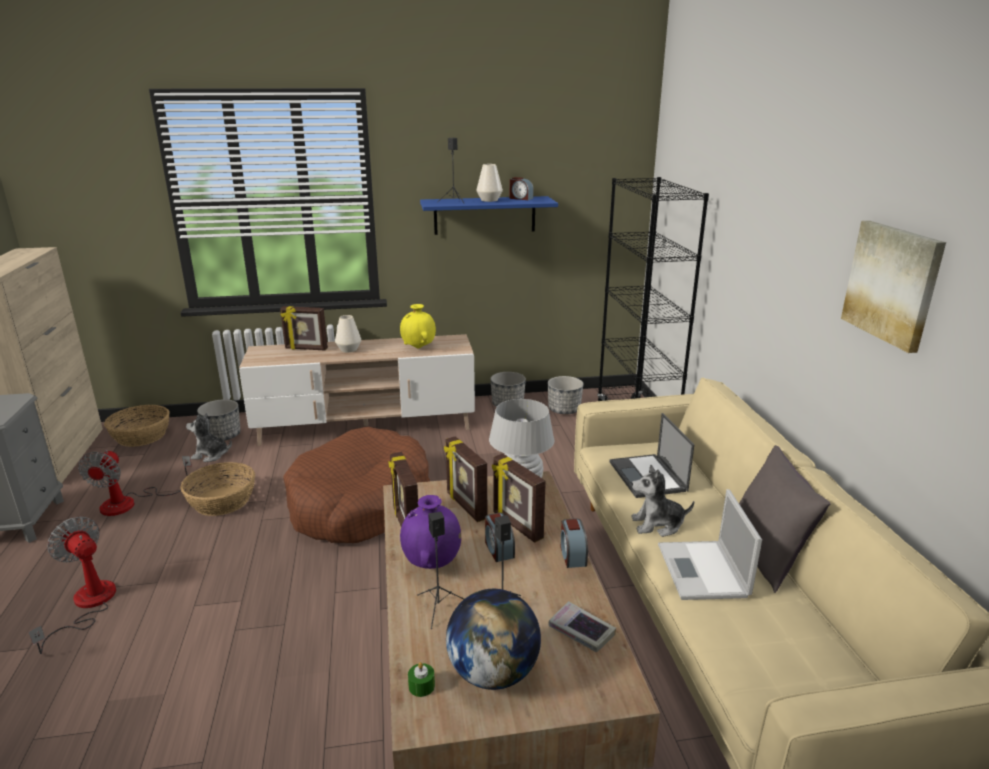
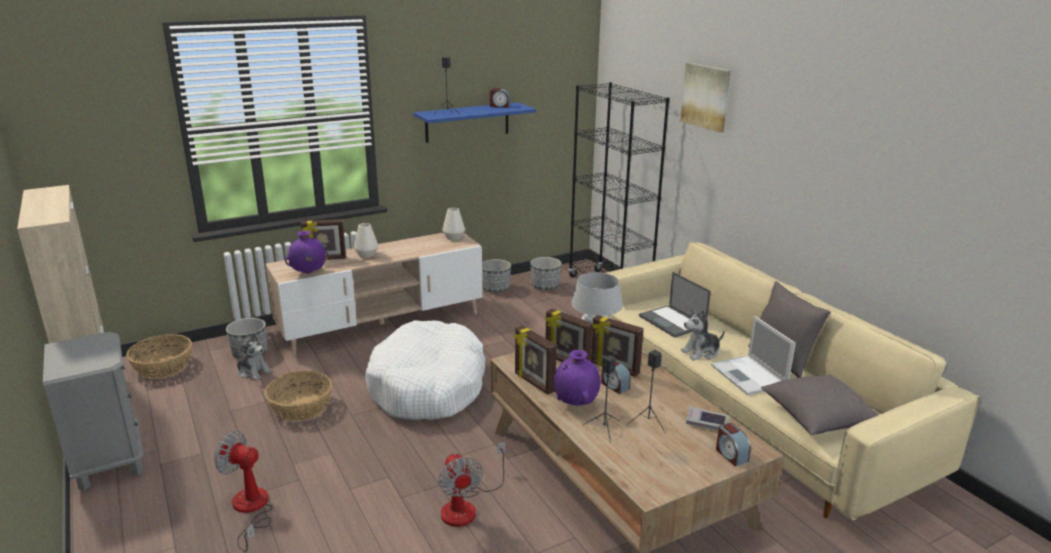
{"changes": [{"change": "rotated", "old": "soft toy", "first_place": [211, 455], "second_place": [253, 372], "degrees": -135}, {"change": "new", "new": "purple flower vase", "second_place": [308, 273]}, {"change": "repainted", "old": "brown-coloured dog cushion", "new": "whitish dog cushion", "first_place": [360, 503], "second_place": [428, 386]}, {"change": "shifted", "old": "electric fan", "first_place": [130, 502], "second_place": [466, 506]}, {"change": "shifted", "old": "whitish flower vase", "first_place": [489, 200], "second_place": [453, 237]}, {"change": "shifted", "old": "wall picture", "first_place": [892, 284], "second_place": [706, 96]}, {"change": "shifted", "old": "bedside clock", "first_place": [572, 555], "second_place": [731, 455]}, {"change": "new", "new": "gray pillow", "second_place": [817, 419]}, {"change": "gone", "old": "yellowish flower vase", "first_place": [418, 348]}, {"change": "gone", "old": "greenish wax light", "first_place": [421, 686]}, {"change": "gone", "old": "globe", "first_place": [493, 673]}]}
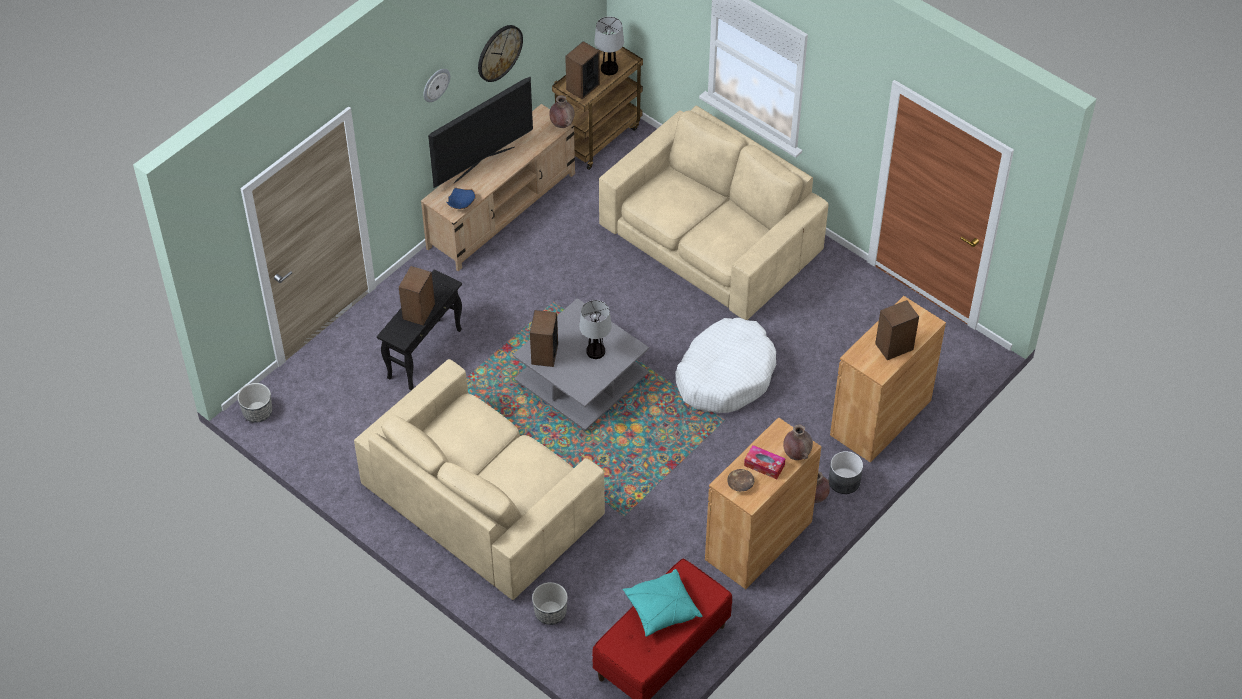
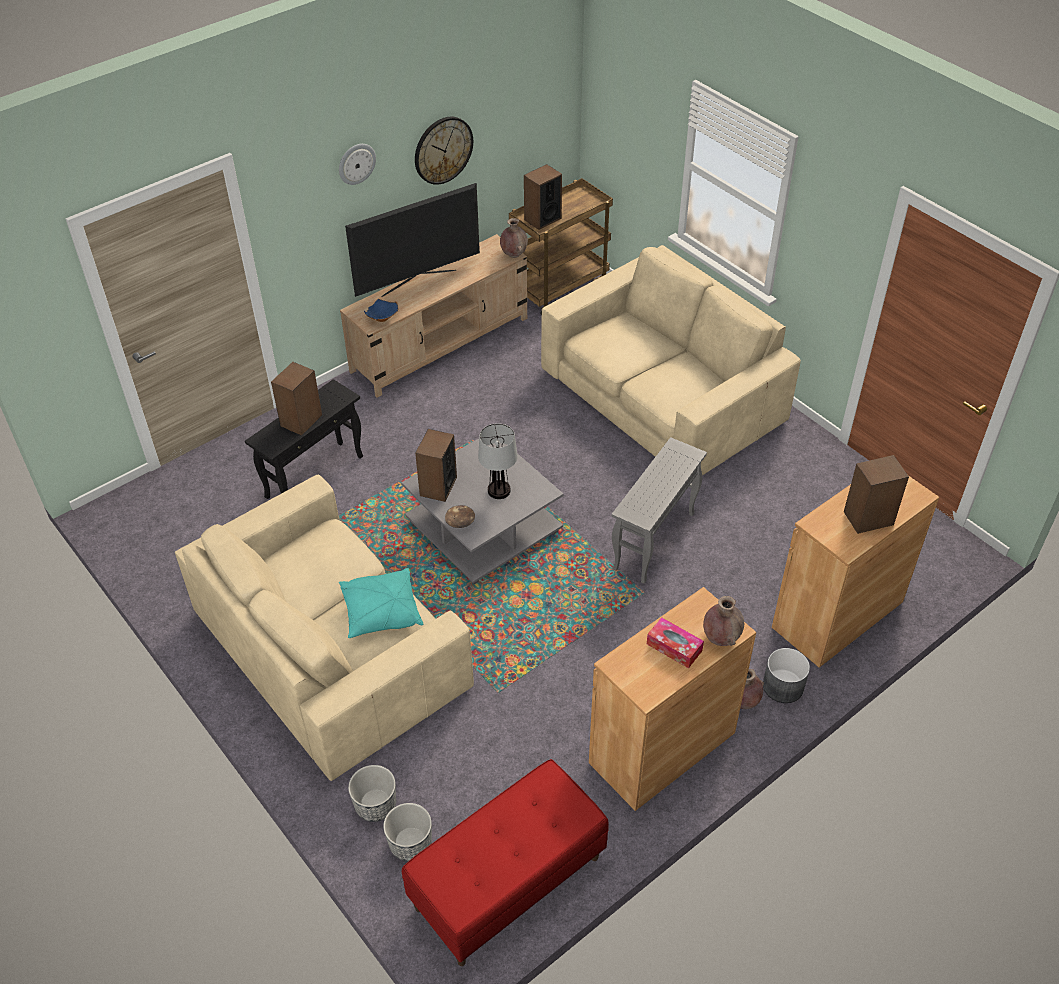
{"changes": [{"change": "shifted", "old": "blue-green pillow", "first_place": [661, 609], "second_place": [381, 612]}, {"change": "shifted", "old": "plant pot", "first_place": [257, 412], "second_place": [410, 843]}, {"change": "shifted", "old": "brown-coloured deep dish", "first_place": [740, 483], "second_place": [460, 521]}, {"change": "swapped", "old": "whitish dog cushion", "new": "gray end table", "first_place": [725, 375], "second_place": [654, 541]}, {"change": "gone", "old": "table lamp", "first_place": [609, 69]}]}
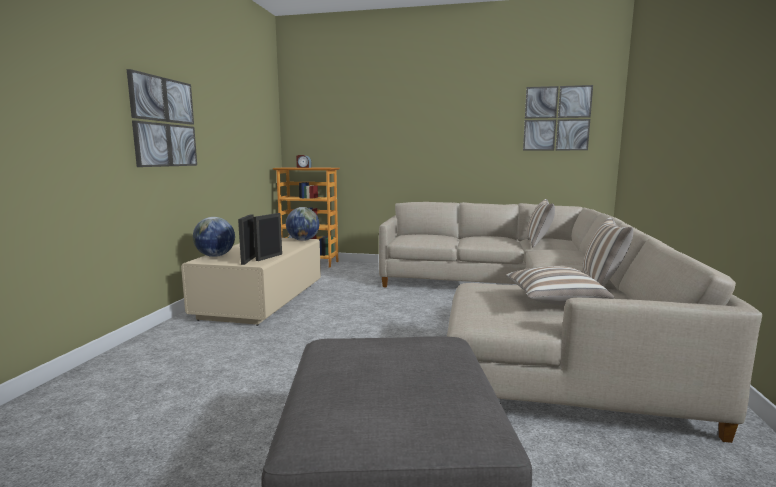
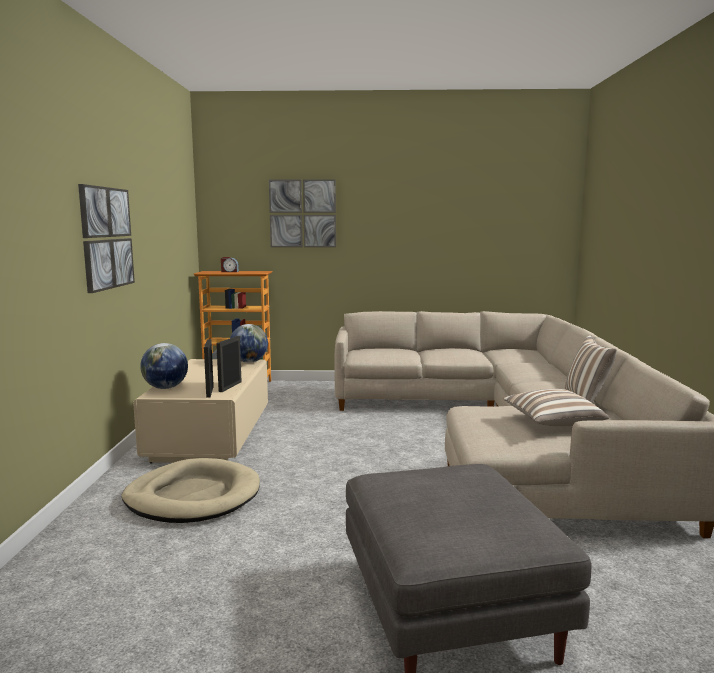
{"changes": [{"change": "new", "new": "sand-coloured dog cushion", "second_place": [193, 496]}, {"change": "shifted", "old": "wall picture", "first_place": [556, 118], "second_place": [303, 213]}, {"change": "gone", "old": "pillow", "first_place": [539, 243]}]}
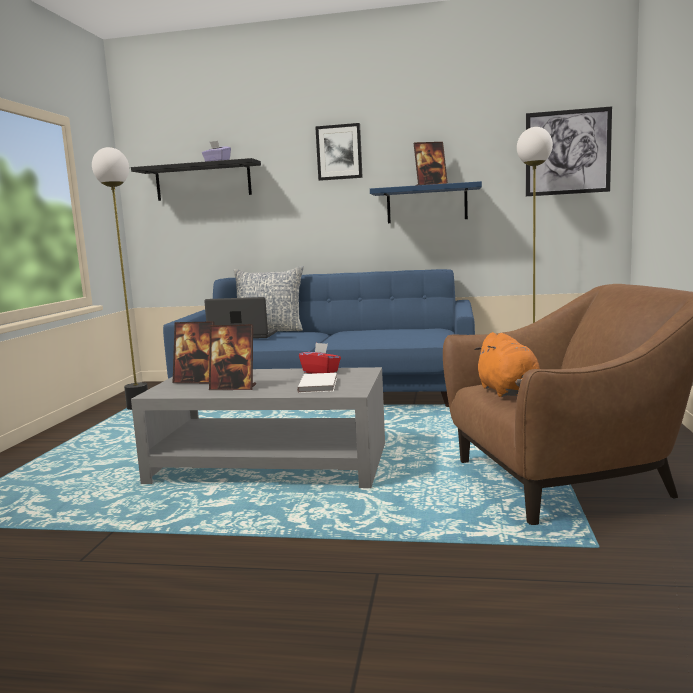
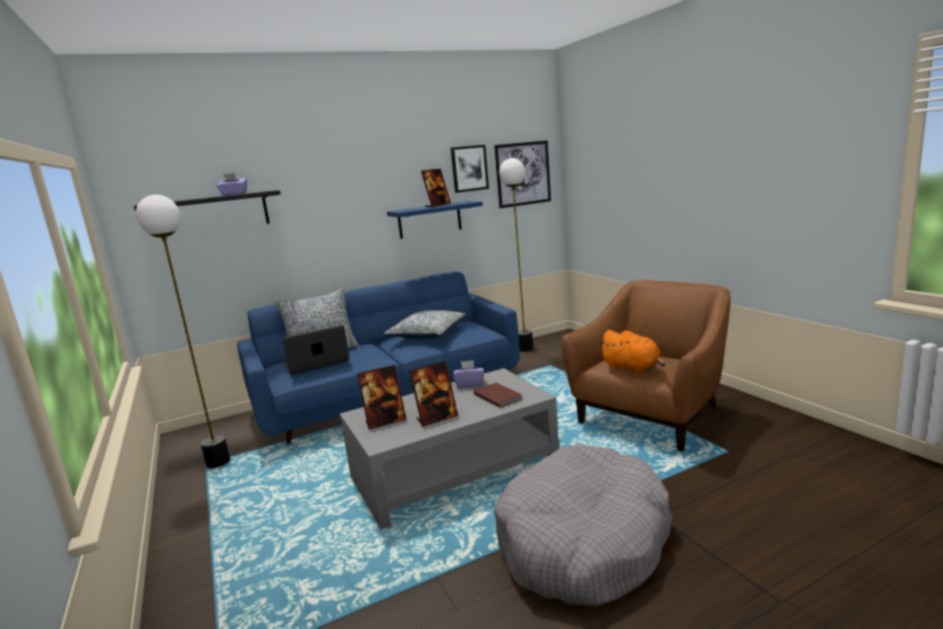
{"changes": [{"change": "new", "new": "pillow", "second_place": [427, 334]}, {"change": "shifted", "old": "wall picture", "first_place": [339, 152], "second_place": [469, 168]}, {"change": "repainted", "old": "reddish tissue box", "new": "purple tissue box", "first_place": [321, 372], "second_place": [469, 384]}, {"change": "repainted", "old": "whitish book", "new": "brown-coloured book", "first_place": [319, 385], "second_place": [498, 396]}, {"change": "new", "new": "gray dog cushion", "second_place": [583, 541]}]}
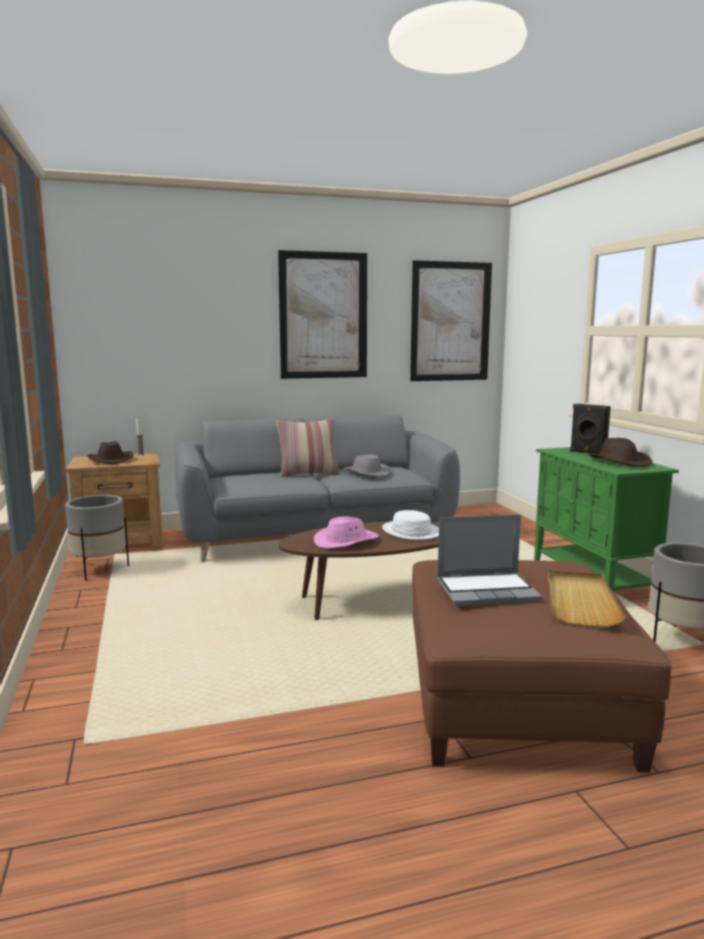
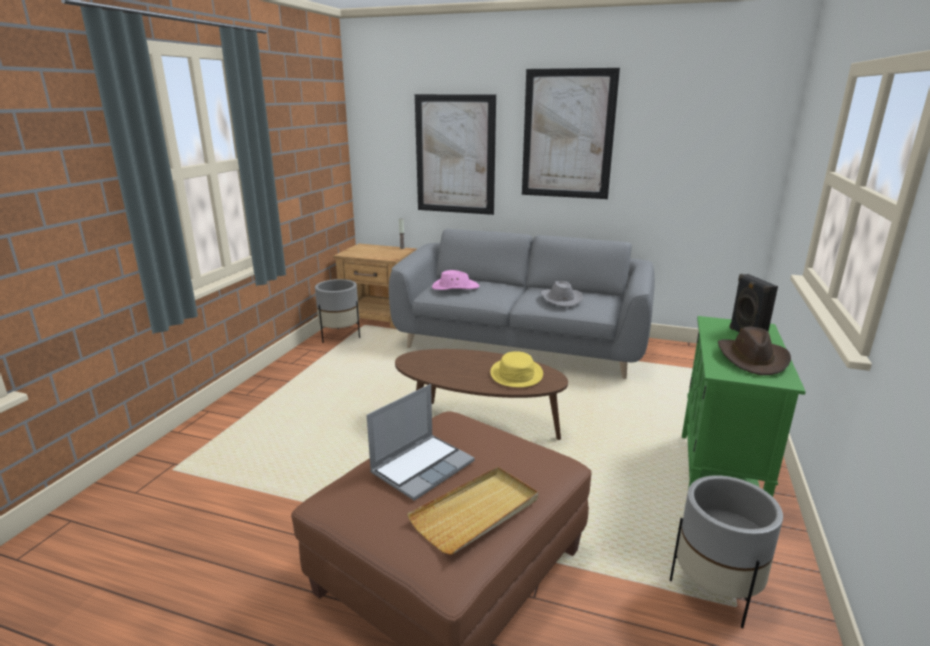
{"changes": [{"change": "rotated", "old": "portable computer", "first_place": [488, 591], "second_place": [422, 466], "degrees": -75}, {"change": "shifted", "old": "wall picture", "first_place": [450, 322], "second_place": [455, 155]}, {"change": "shifted", "old": "pink hat", "first_place": [346, 541], "second_place": [455, 287]}, {"change": "repainted", "old": "whitish hat", "new": "yellowish hat", "first_place": [411, 531], "second_place": [516, 374]}, {"change": "gone", "old": "brown-coloured hat", "first_place": [109, 460]}, {"change": "gone", "old": "pillow", "first_place": [308, 474]}]}
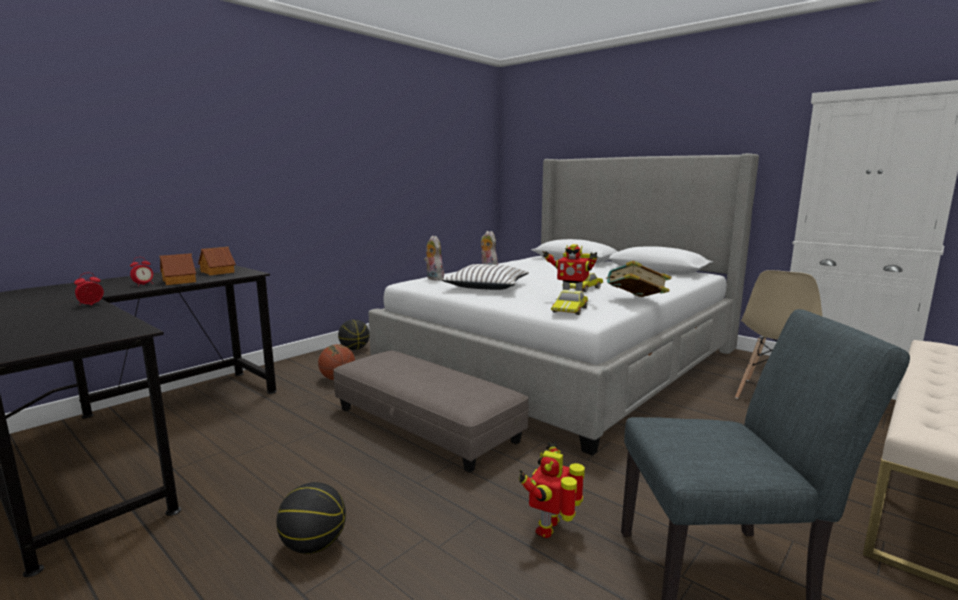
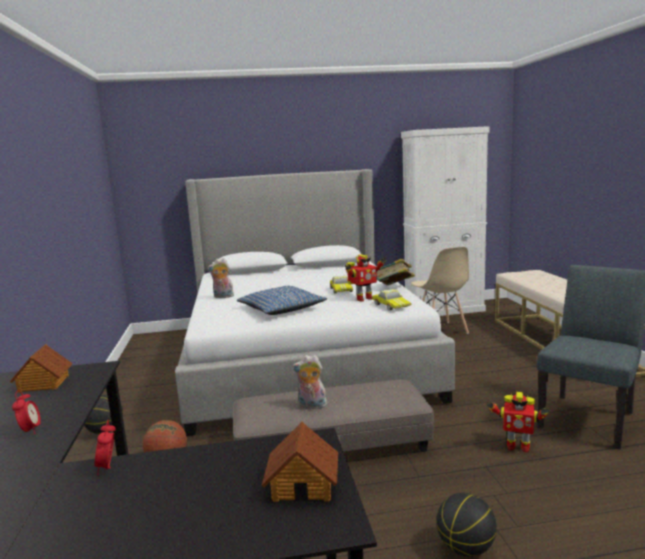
{"changes": [{"change": "repainted", "old": "whitish pillow", "new": "blue-coloured pillow", "first_place": [486, 286], "second_place": [281, 309]}, {"change": "shifted", "old": "miniature house", "first_place": [180, 281], "second_place": [303, 484]}, {"change": "shifted", "old": "soft toy", "first_place": [433, 278], "second_place": [311, 406]}, {"change": "rotated", "old": "toy robot", "first_place": [550, 528], "second_place": [517, 446], "degrees": -45}]}
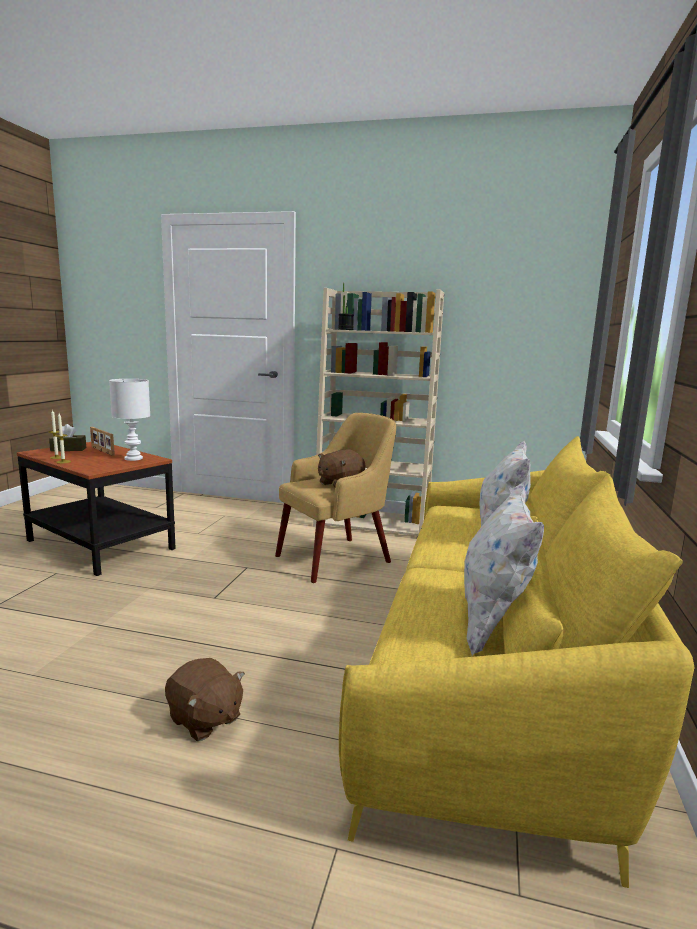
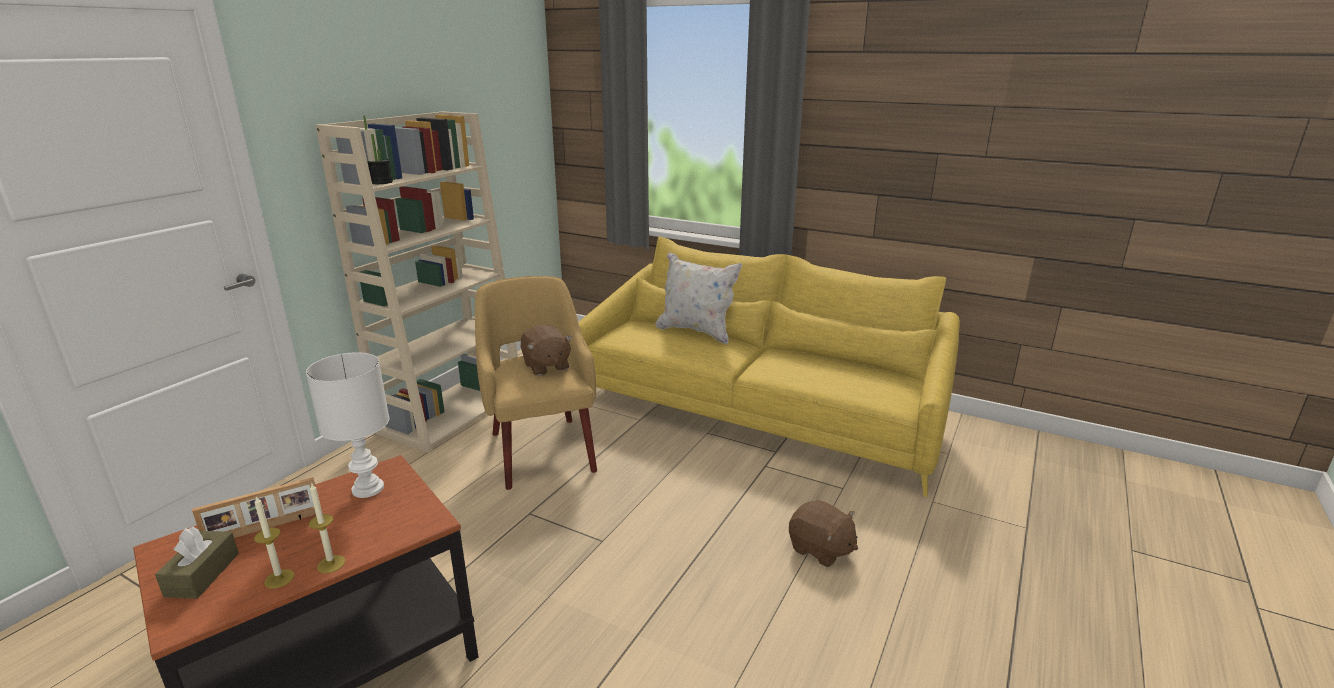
{"changes": [{"change": "rotated", "old": "brown-coloured soft toy", "first_place": [204, 719], "second_place": [820, 549], "degrees": 75}, {"change": "gone", "old": "whitish pillow", "first_place": [493, 620]}]}
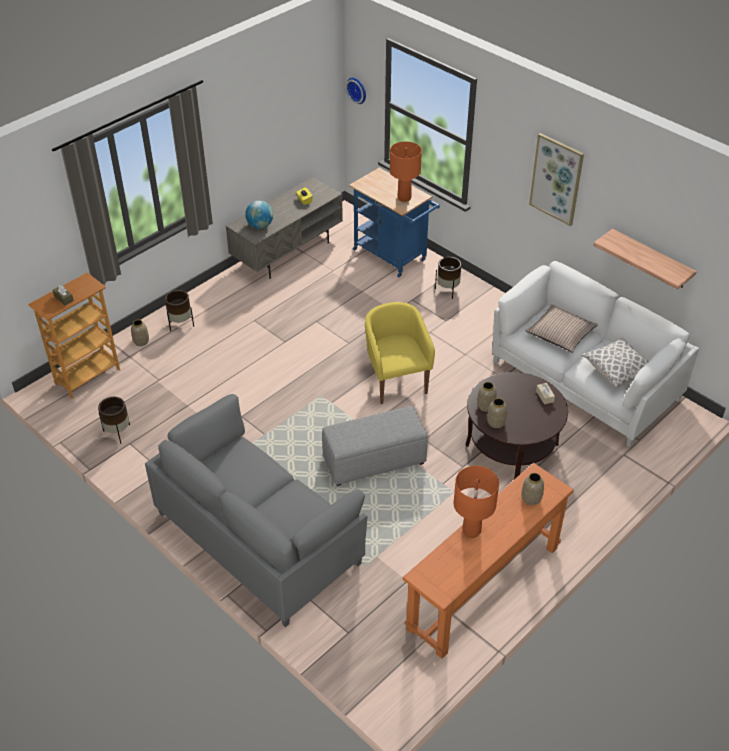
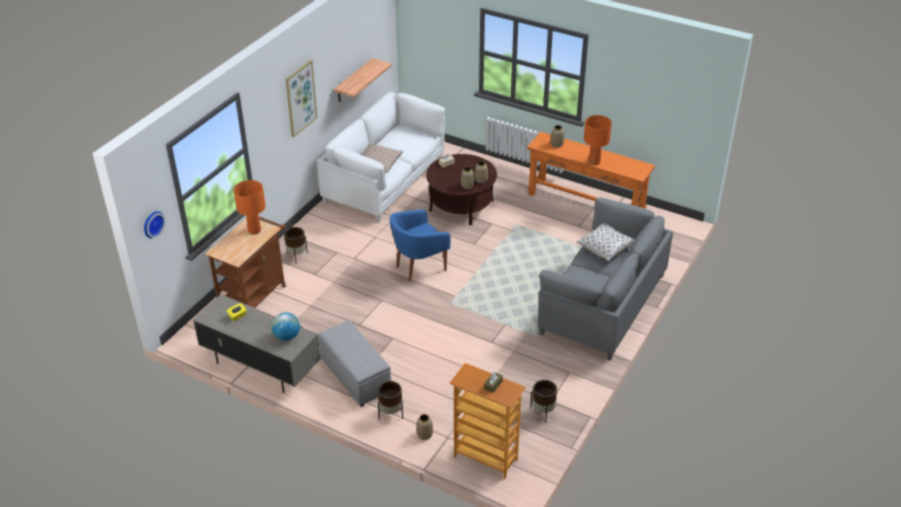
{"changes": [{"change": "repainted", "old": "blue-coloured cart", "new": "brown-coloured cart", "first_place": [393, 257], "second_place": [255, 295]}, {"change": "shifted", "old": "gray footrest", "first_place": [375, 461], "second_place": [355, 376]}, {"change": "repainted", "old": "yellowish lounge chair", "new": "blue-coloured lounge chair", "first_place": [396, 381], "second_place": [418, 267]}, {"change": "shifted", "old": "pillow", "first_place": [616, 370], "second_place": [605, 248]}]}
